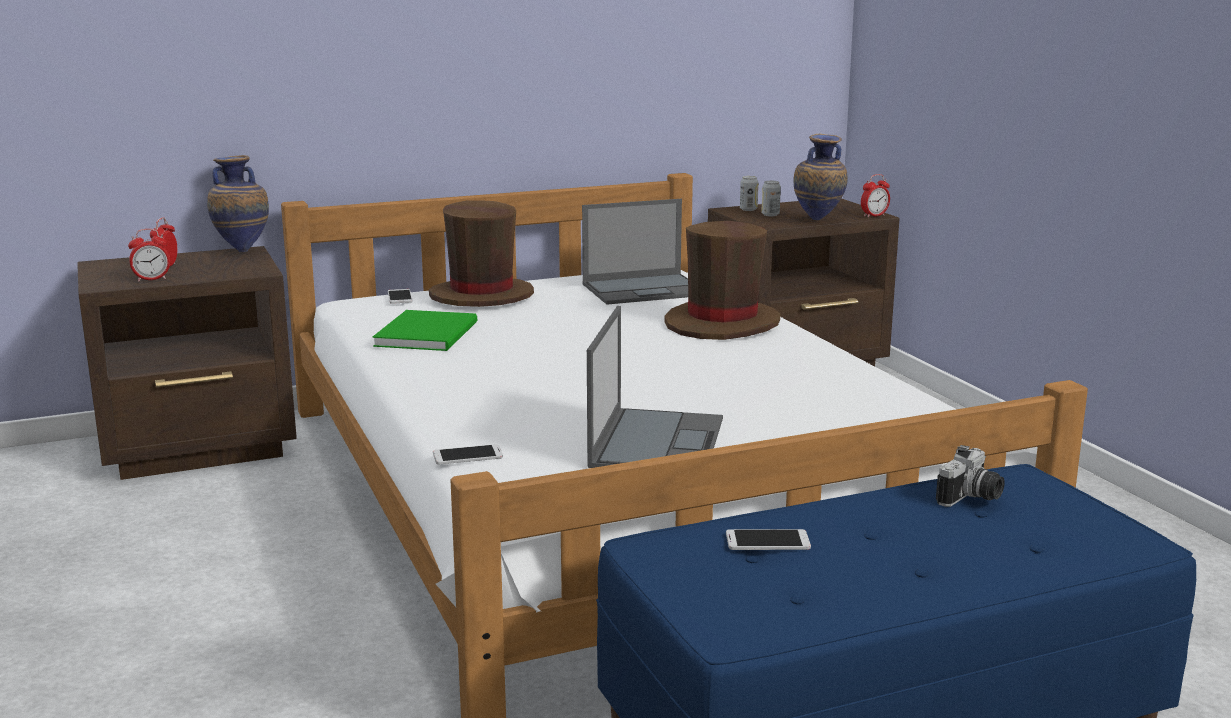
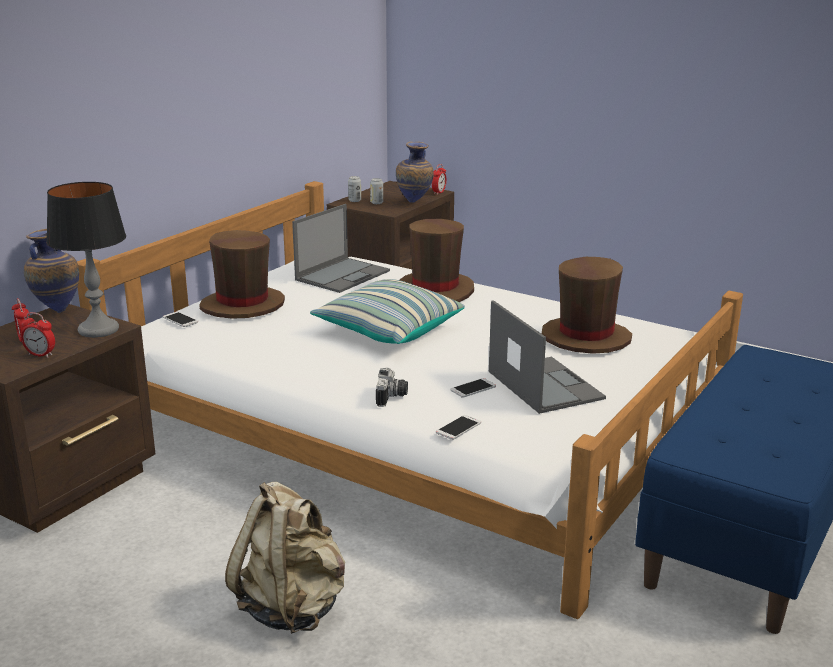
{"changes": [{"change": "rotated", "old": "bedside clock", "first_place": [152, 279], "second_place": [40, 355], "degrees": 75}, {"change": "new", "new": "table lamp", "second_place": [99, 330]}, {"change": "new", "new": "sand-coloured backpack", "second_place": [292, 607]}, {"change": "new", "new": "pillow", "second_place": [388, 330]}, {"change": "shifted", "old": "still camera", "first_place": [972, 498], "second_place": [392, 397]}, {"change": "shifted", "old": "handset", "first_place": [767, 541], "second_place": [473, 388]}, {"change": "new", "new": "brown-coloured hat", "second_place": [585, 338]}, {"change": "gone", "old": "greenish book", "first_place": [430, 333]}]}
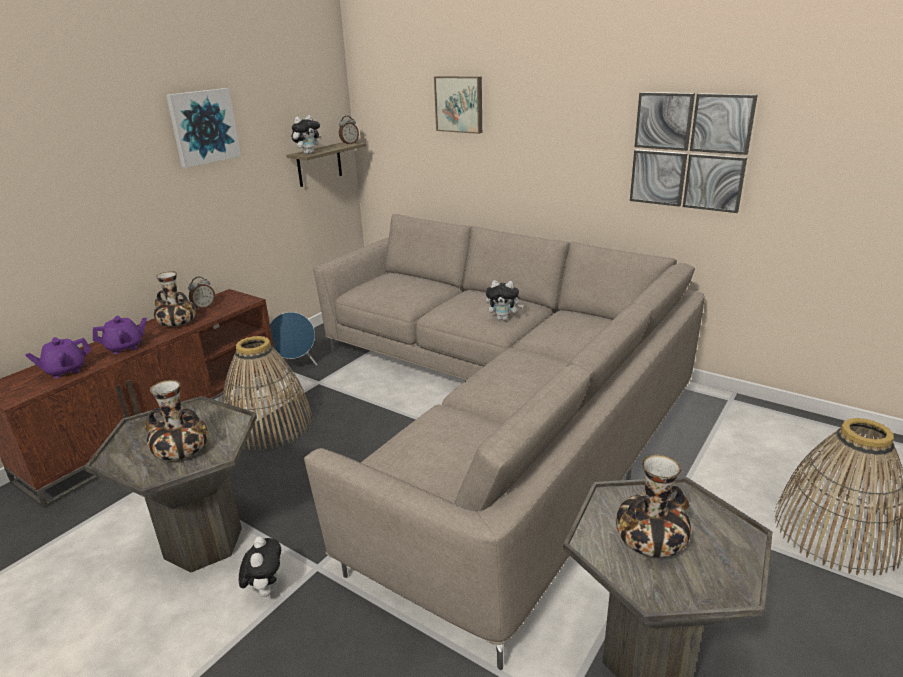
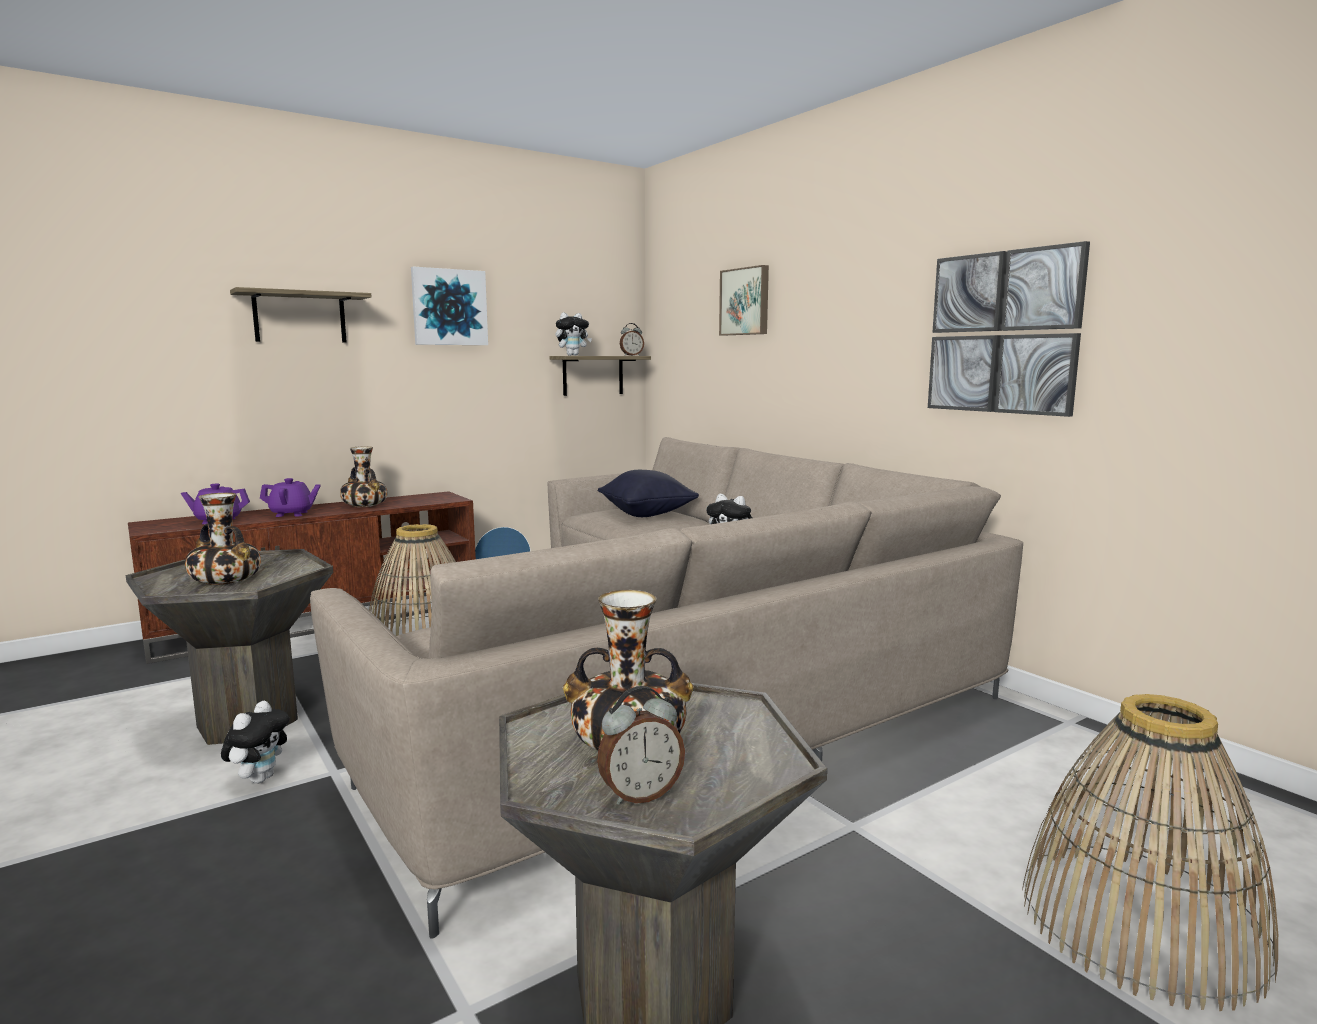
{"changes": [{"change": "new", "new": "shelf", "second_place": [300, 317]}, {"change": "new", "new": "blackish pillow", "second_place": [647, 514]}, {"change": "shifted", "old": "bedside clock", "first_place": [204, 307], "second_place": [640, 794]}]}
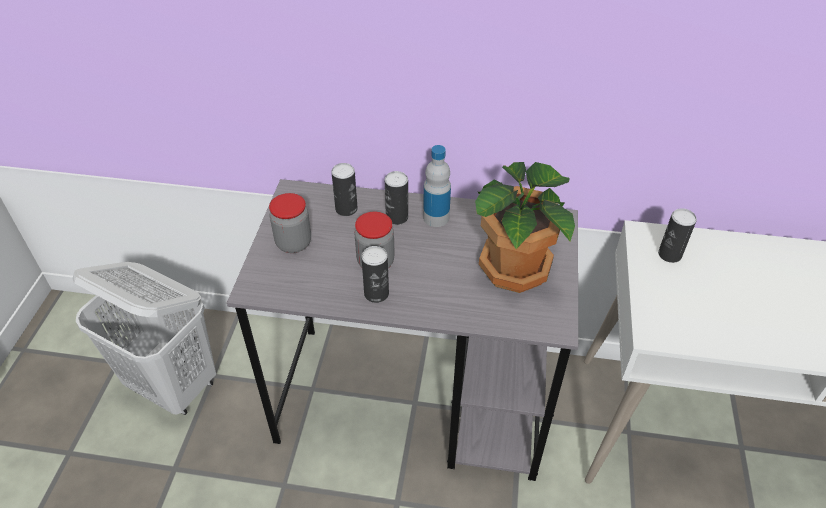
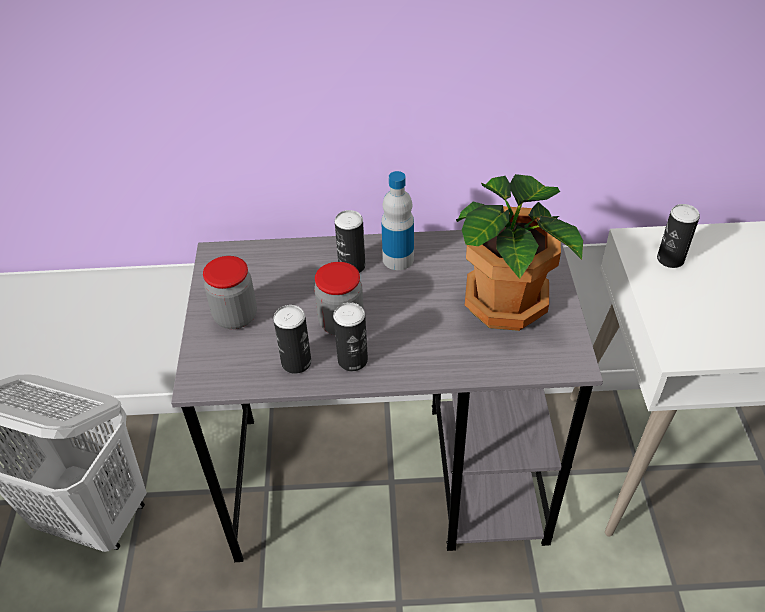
{"changes": [{"change": "shifted", "old": "can", "first_place": [346, 209], "second_place": [296, 362]}]}
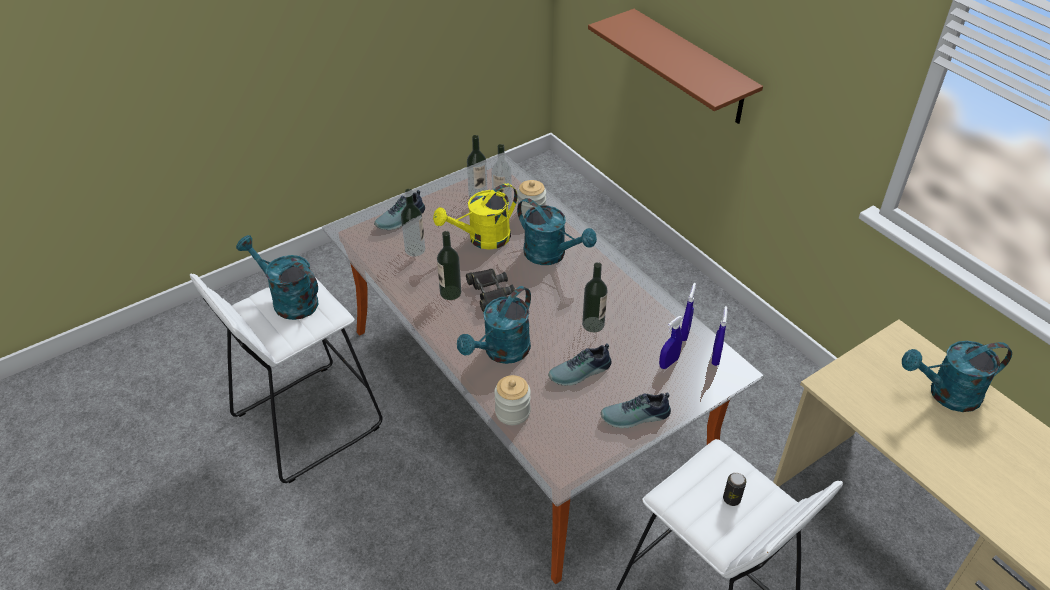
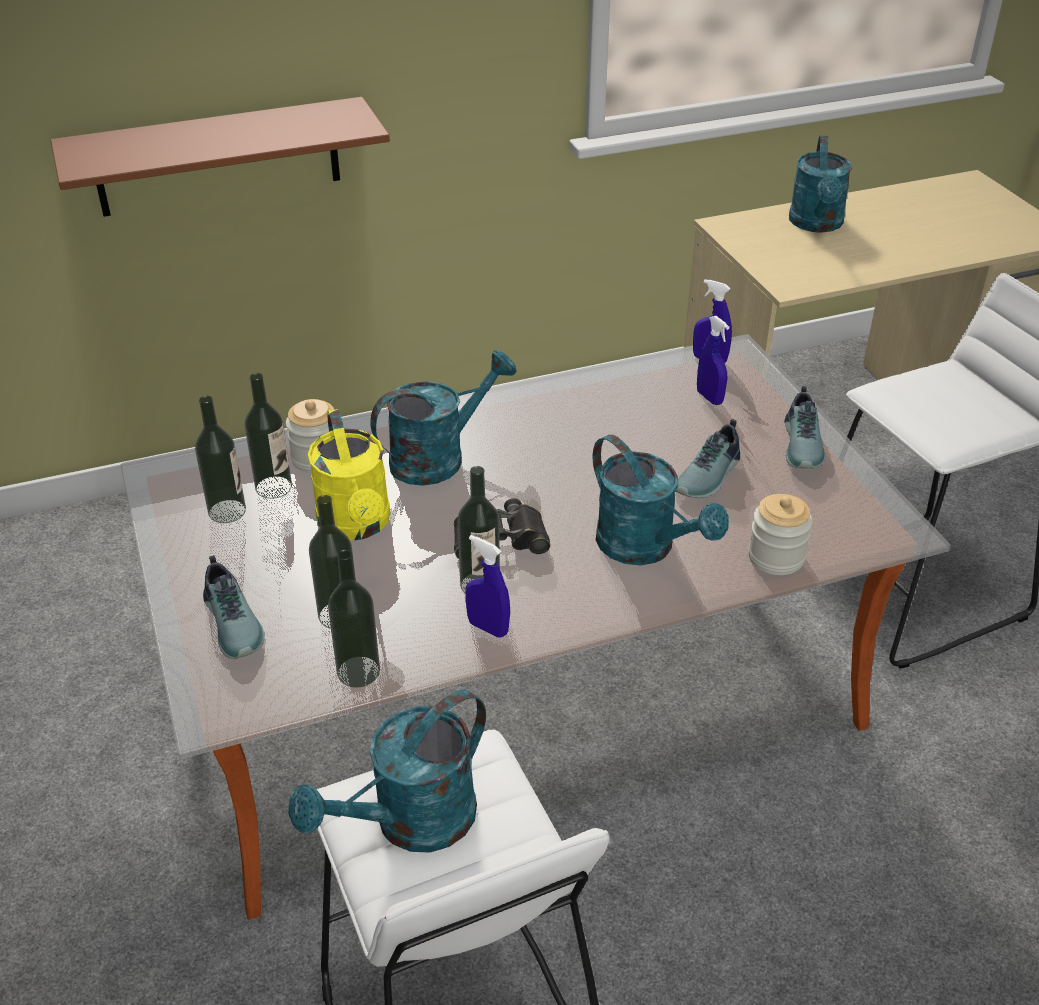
{"changes": [{"change": "shifted", "old": "beverage bottle", "first_place": [593, 324], "second_place": [358, 671]}, {"change": "shifted", "old": "blue-coloured sprayer", "first_place": [684, 333], "second_place": [488, 628]}, {"change": "rotated", "old": "item of footwear", "first_place": [580, 373], "second_place": [710, 476], "degrees": 45}, {"change": "gone", "old": "can", "first_place": [731, 499]}]}
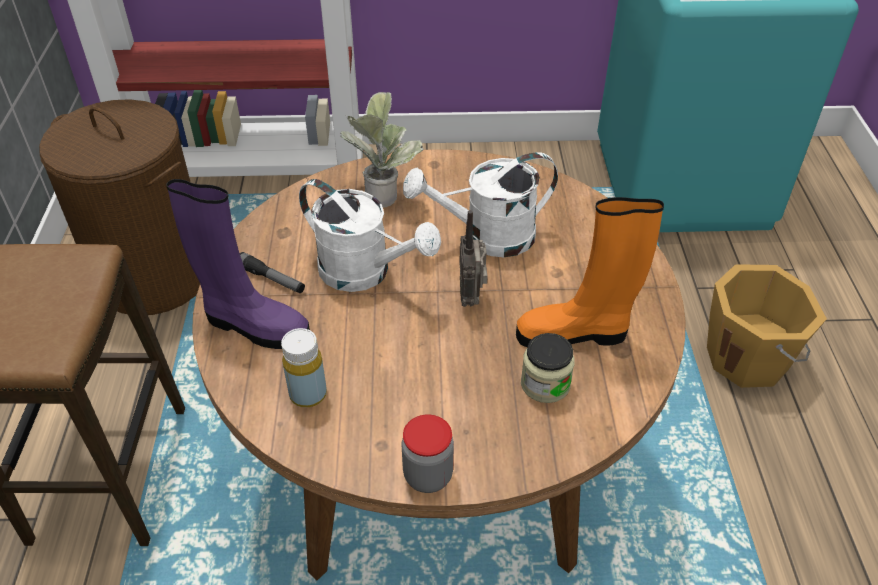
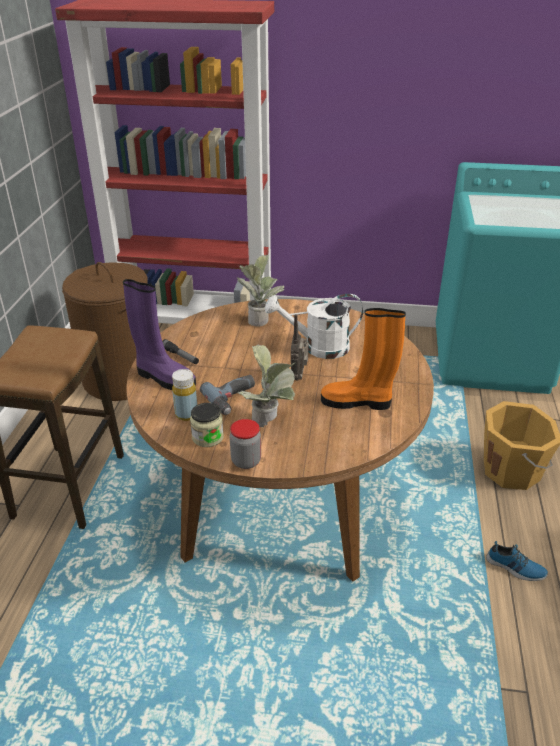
{"changes": [{"change": "shifted", "old": "preserve jar", "first_place": [545, 384], "second_place": [207, 437]}, {"change": "new", "new": "power drill", "second_place": [234, 399]}, {"change": "new", "new": "potted plant", "second_place": [270, 422]}, {"change": "new", "new": "item of footwear", "second_place": [515, 568]}, {"change": "gone", "old": "whitish watering pot", "first_place": [365, 273]}]}
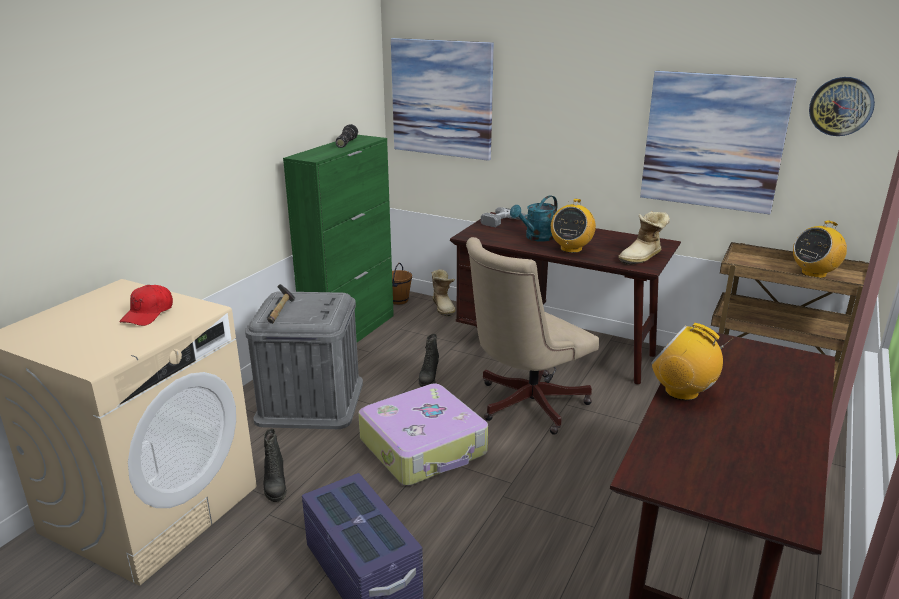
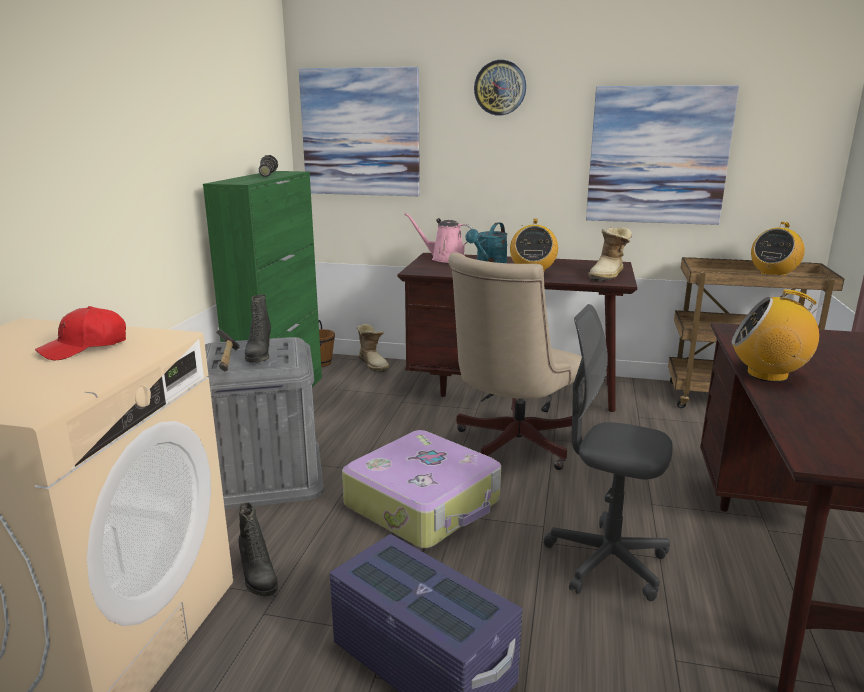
{"changes": [{"change": "rotated", "old": "reddish peaked cap", "first_place": [148, 314], "second_place": [85, 347], "degrees": 45}, {"change": "shifted", "old": "blackish tall boot", "first_place": [428, 378], "second_place": [259, 355]}, {"change": "swapped", "old": "power drill", "new": "pink watering pot", "first_place": [504, 222], "second_place": [444, 259]}, {"change": "shifted", "old": "clock on the wall", "first_place": [841, 106], "second_place": [500, 88]}, {"change": "new", "new": "gray desk chair", "second_place": [606, 562]}]}
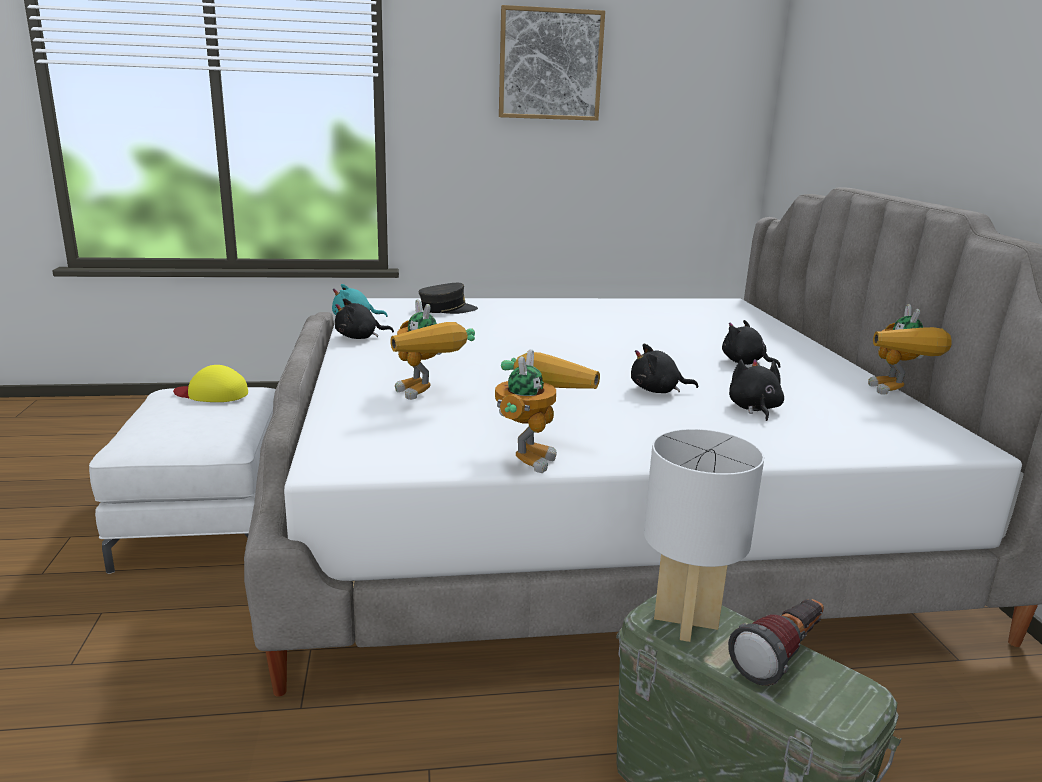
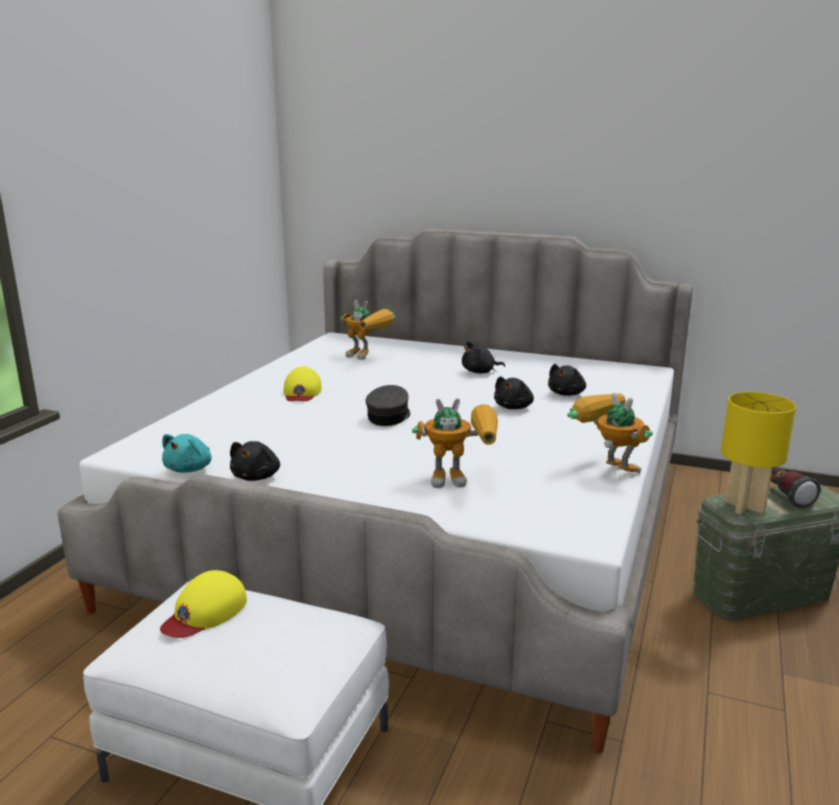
{"changes": [{"change": "new", "new": "yellowish peaked cap", "second_place": [302, 392]}, {"change": "shifted", "old": "toy robot", "first_place": [898, 394], "second_place": [368, 356]}, {"change": "shifted", "old": "gray peaked cap", "first_place": [447, 309], "second_place": [388, 416]}, {"change": "rotated", "old": "blackish soft toy", "first_place": [754, 409], "second_place": [567, 394], "degrees": -90}, {"change": "repainted", "old": "whitish table lamp", "new": "yellowish table lamp", "first_place": [685, 620], "second_place": [744, 506]}, {"change": "gone", "old": "wall picture", "first_place": [550, 64]}]}
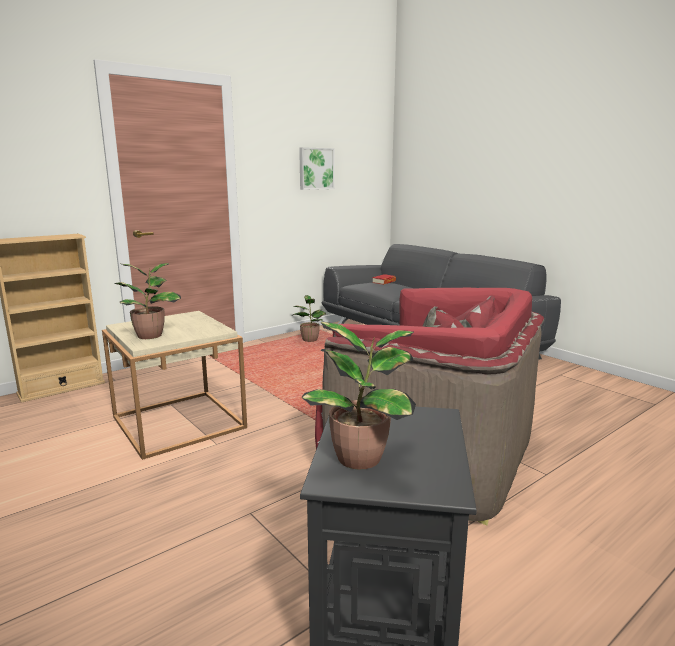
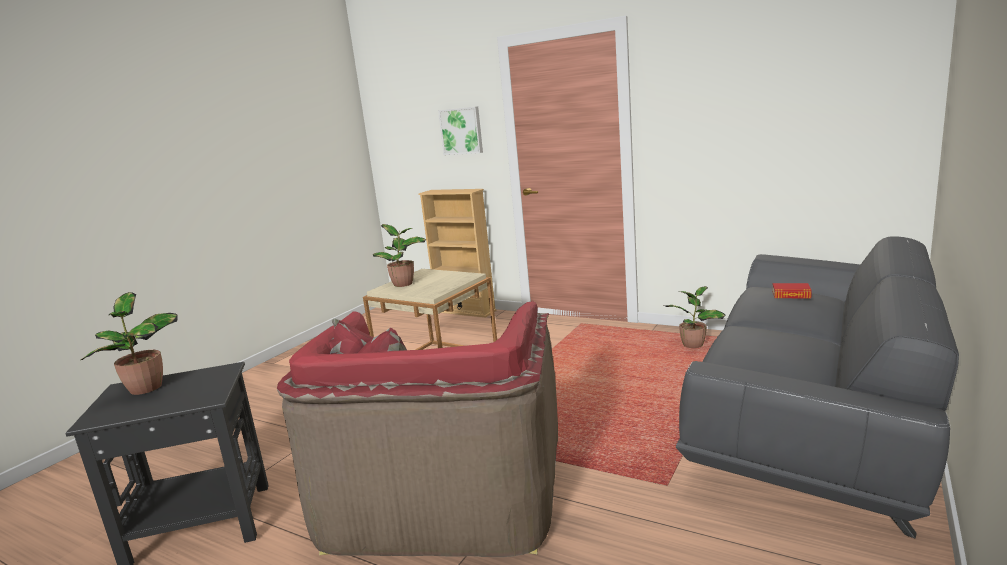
{"changes": [{"change": "shifted", "old": "wall picture", "first_place": [316, 168], "second_place": [461, 131]}]}
